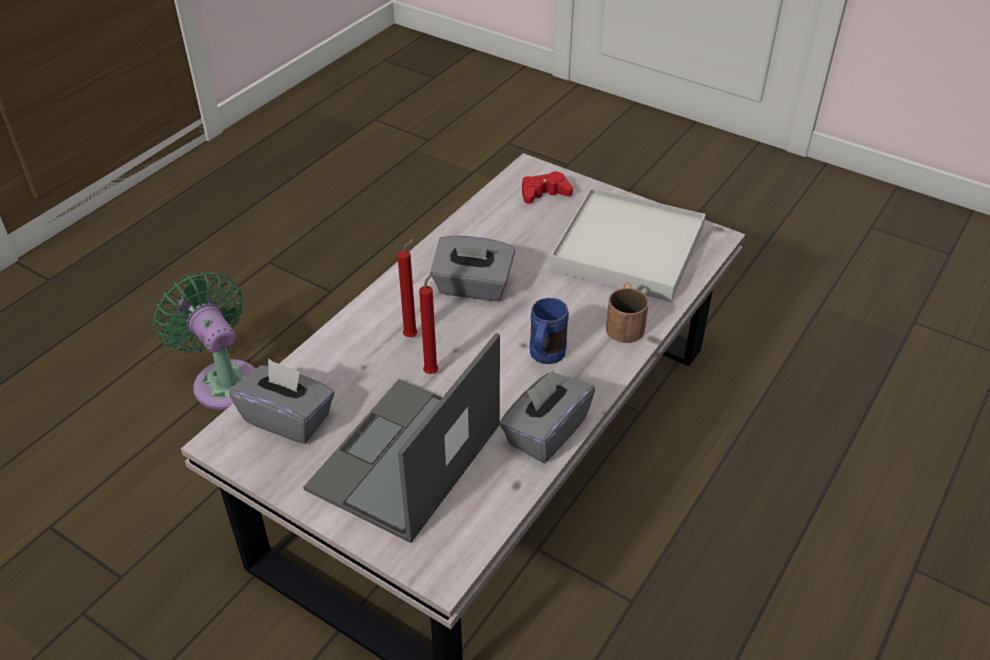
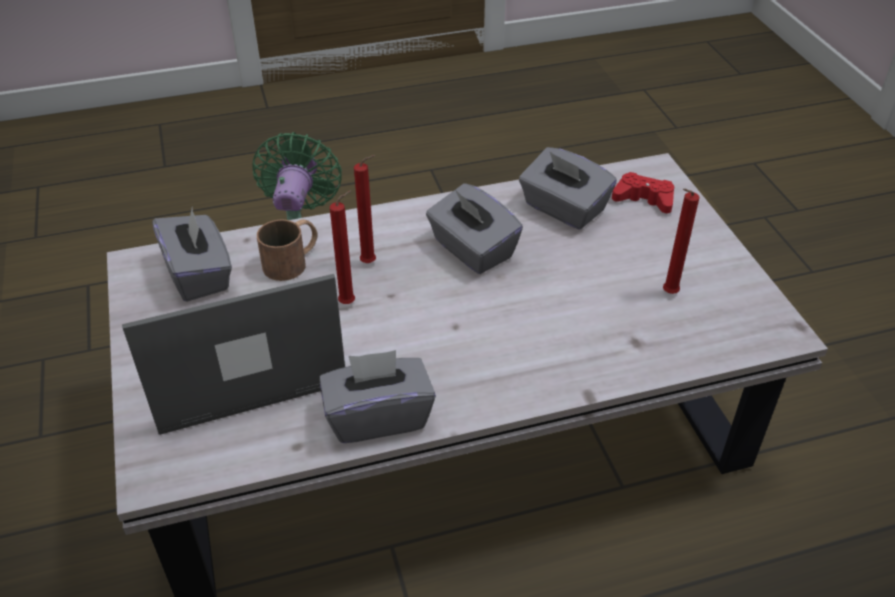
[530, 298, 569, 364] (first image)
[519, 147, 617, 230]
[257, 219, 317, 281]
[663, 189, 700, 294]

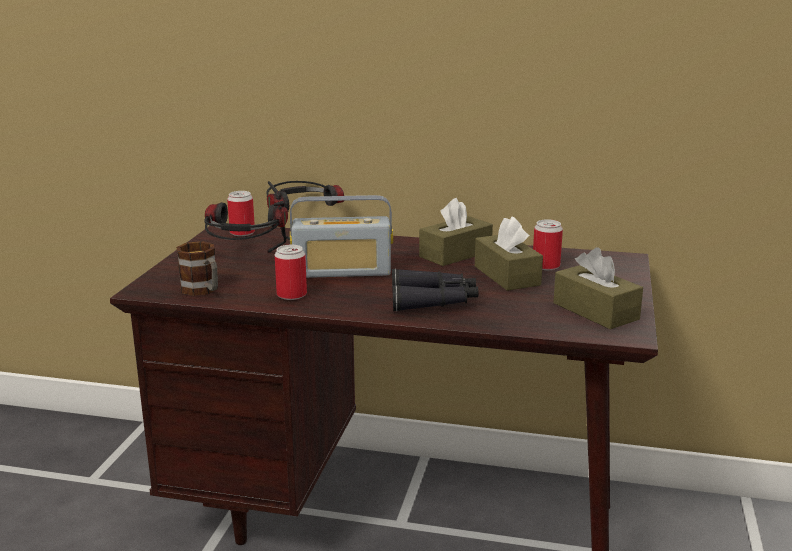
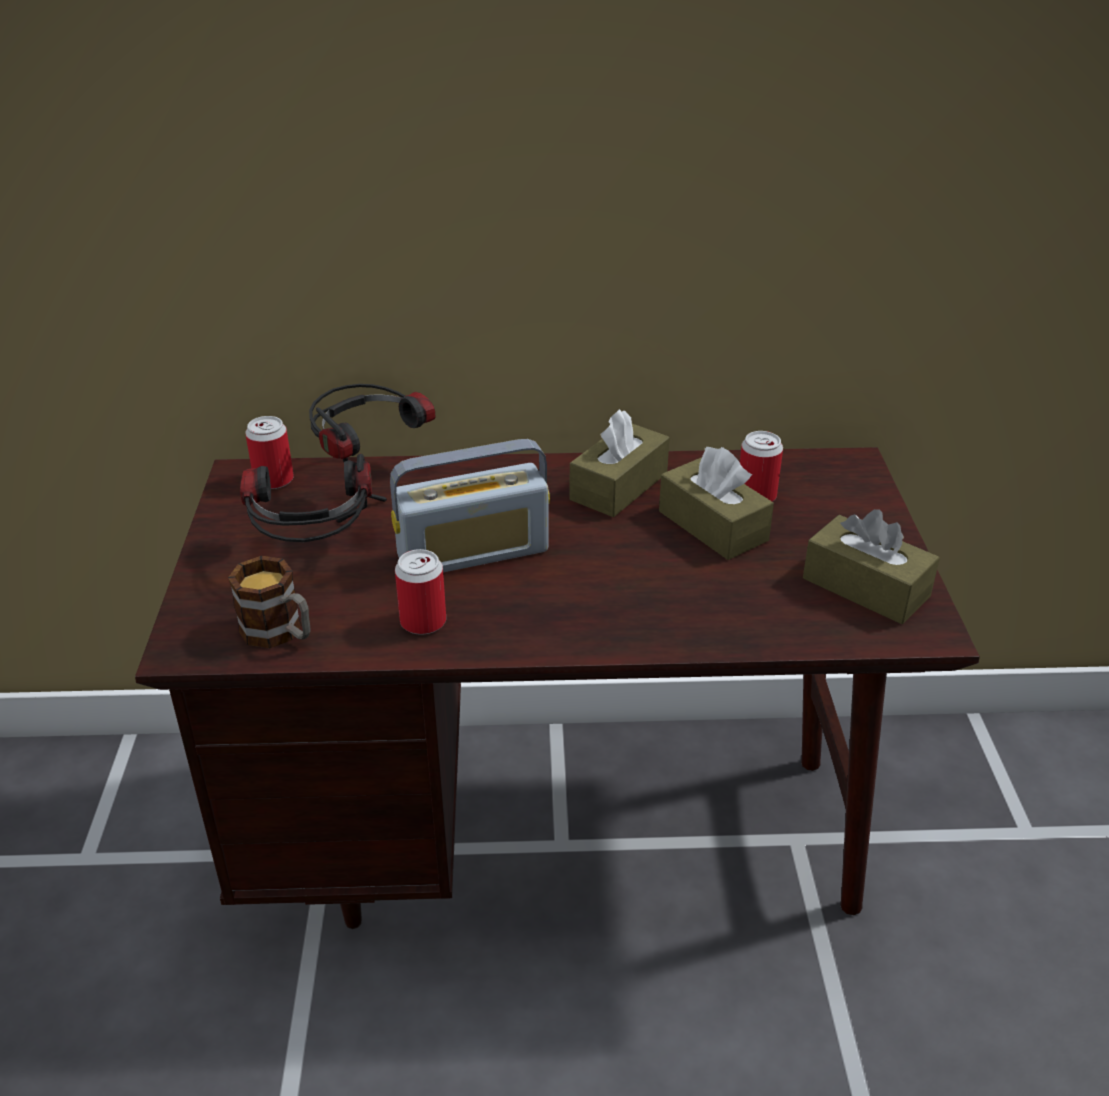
[392, 269, 478, 312] (first image)

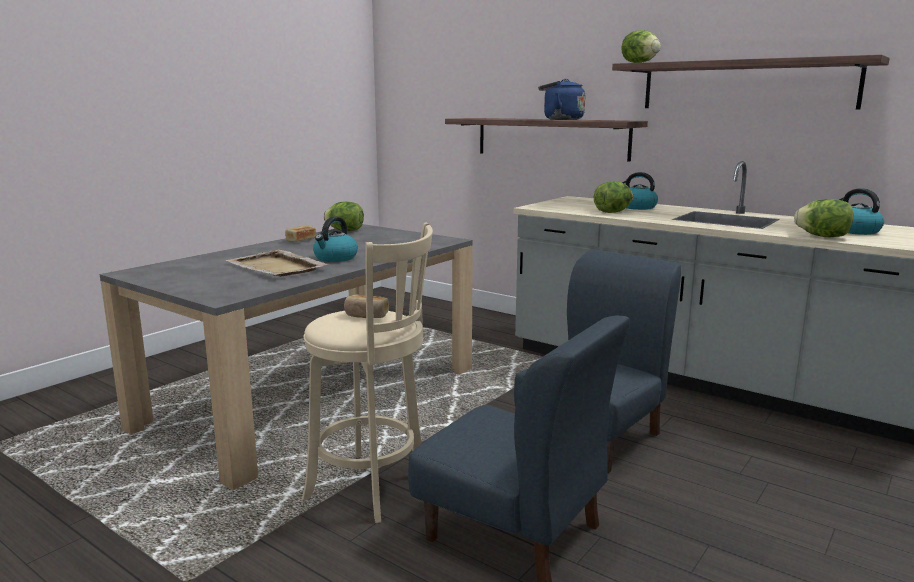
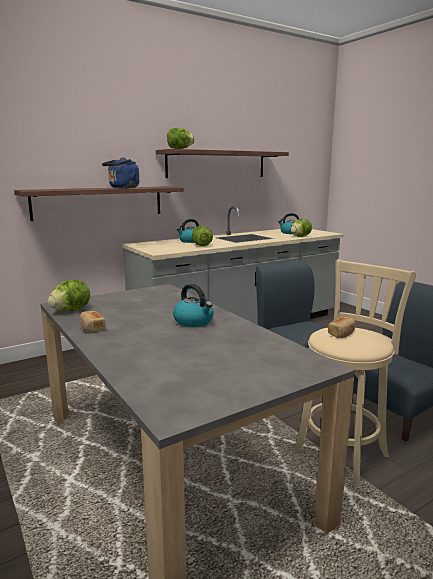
[225, 249, 329, 277] (first image)

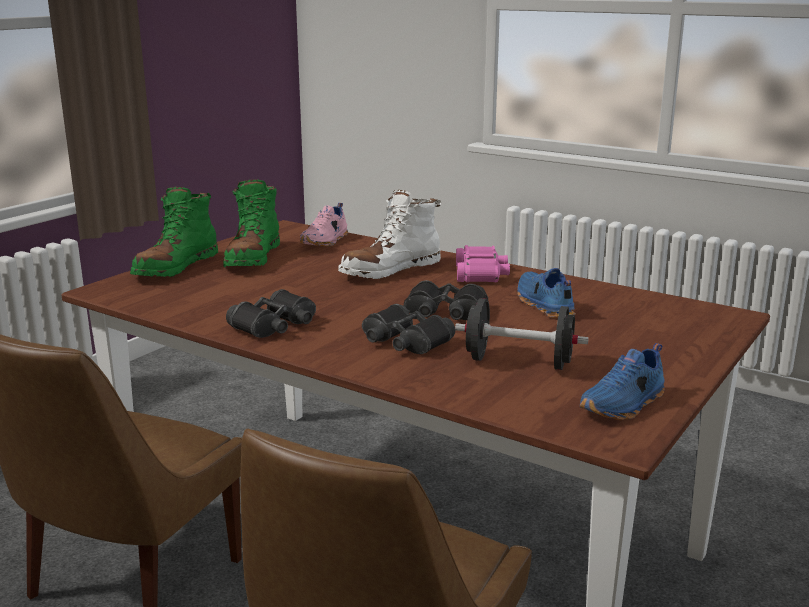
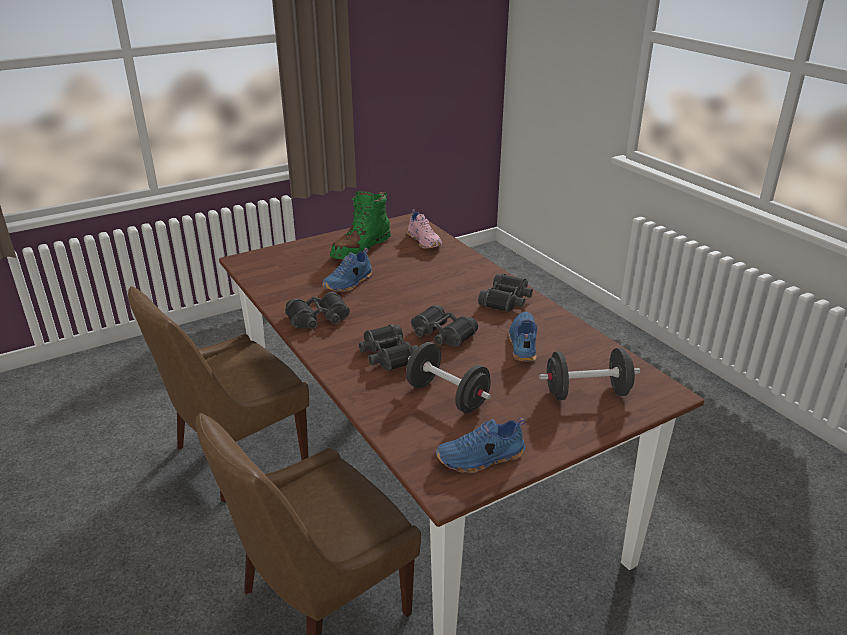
[130, 187, 218, 277] (first image)
[338, 190, 441, 279] (first image)
[322, 248, 372, 292]
[539, 348, 640, 400]
[478, 274, 533, 312]
[407, 209, 442, 249]

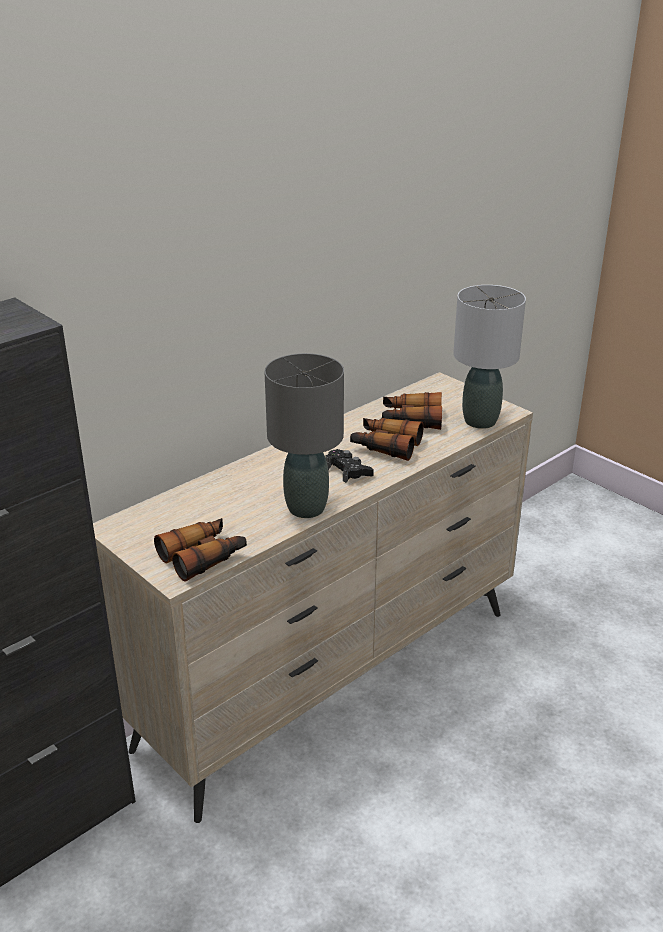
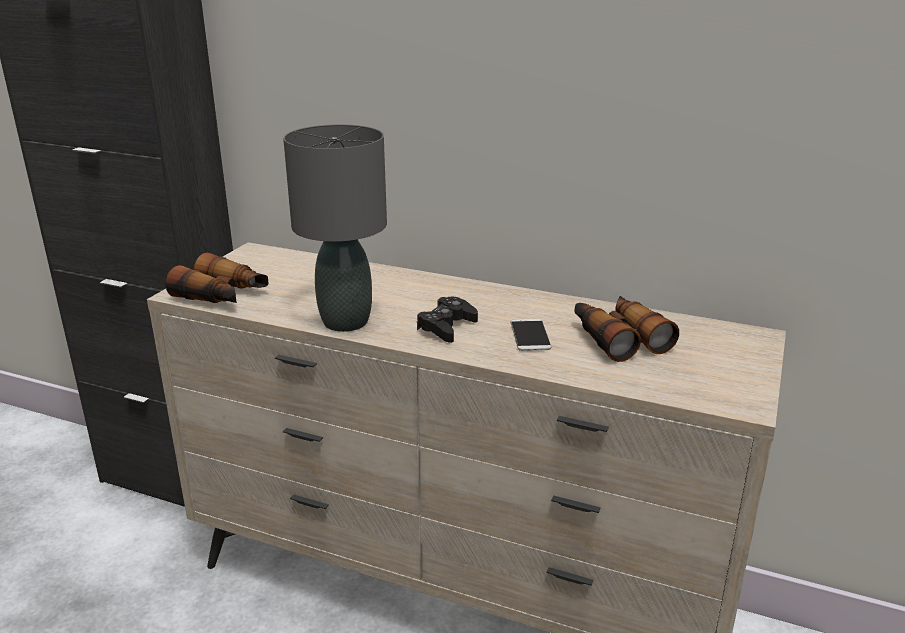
[453, 285, 526, 429] (first image)
[511, 319, 551, 351]

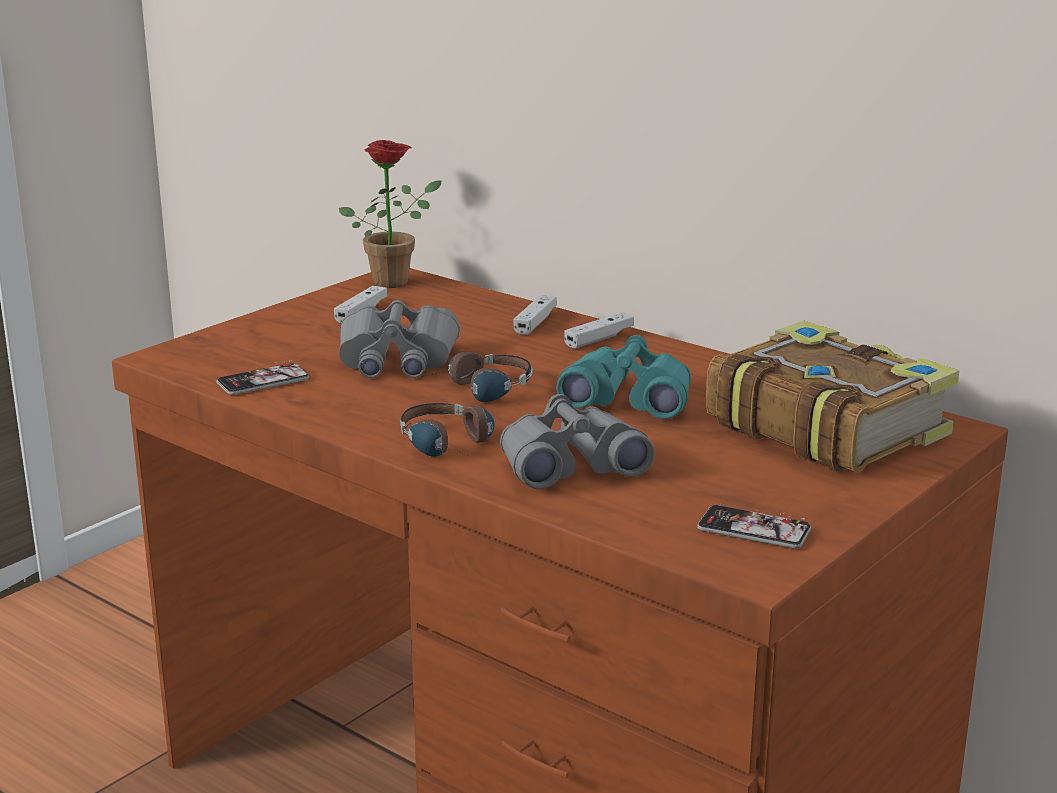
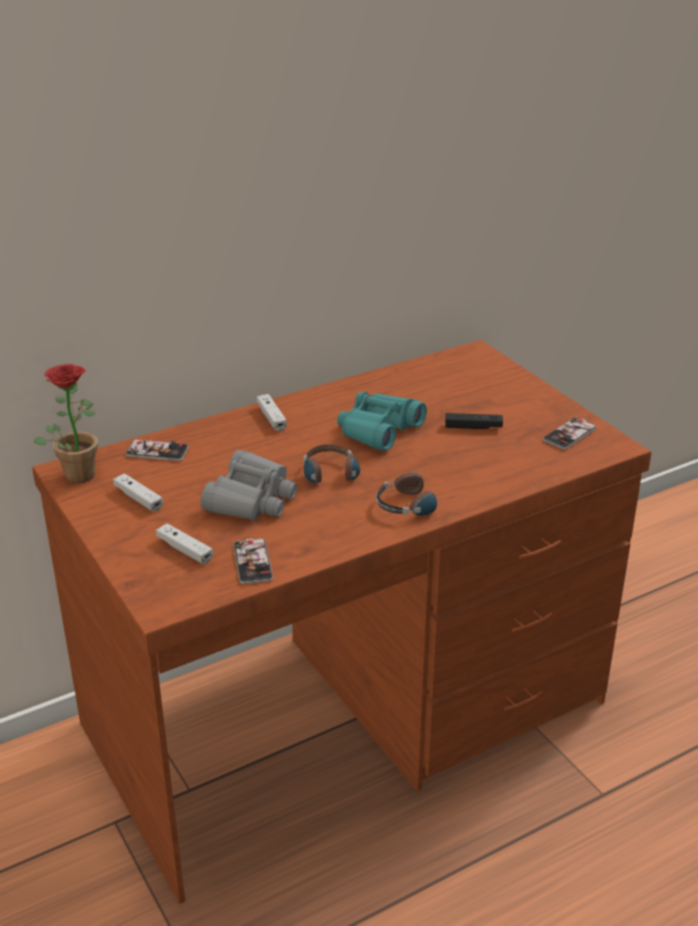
[500, 394, 655, 489] (first image)
[706, 321, 960, 473] (first image)
[125, 438, 189, 461]
[445, 413, 503, 429]
[156, 523, 213, 564]

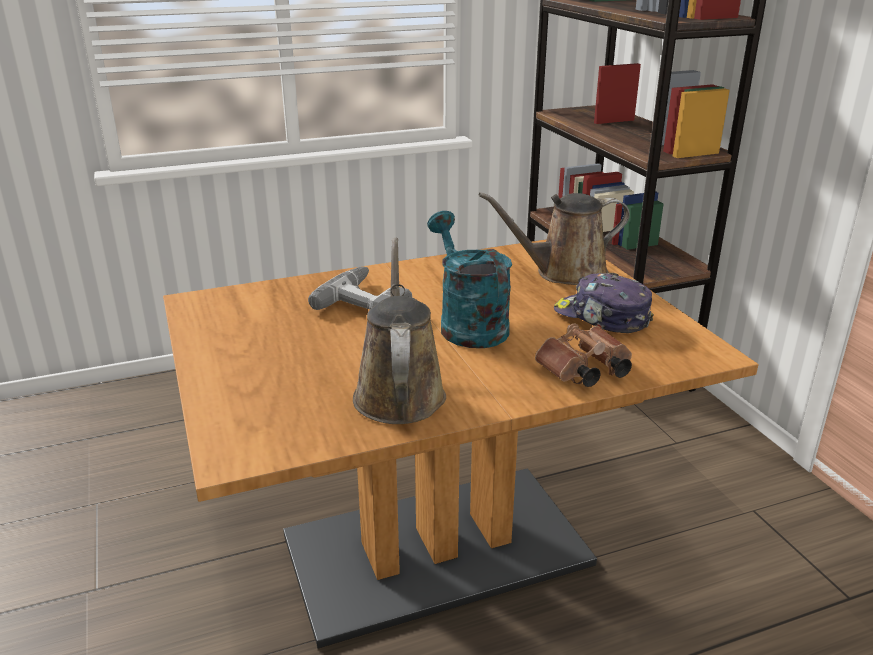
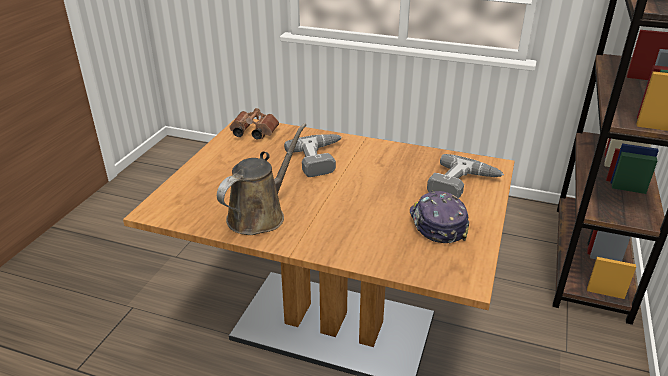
[427, 211, 512, 348] (first image)
[229, 108, 279, 139]
[427, 154, 504, 198]

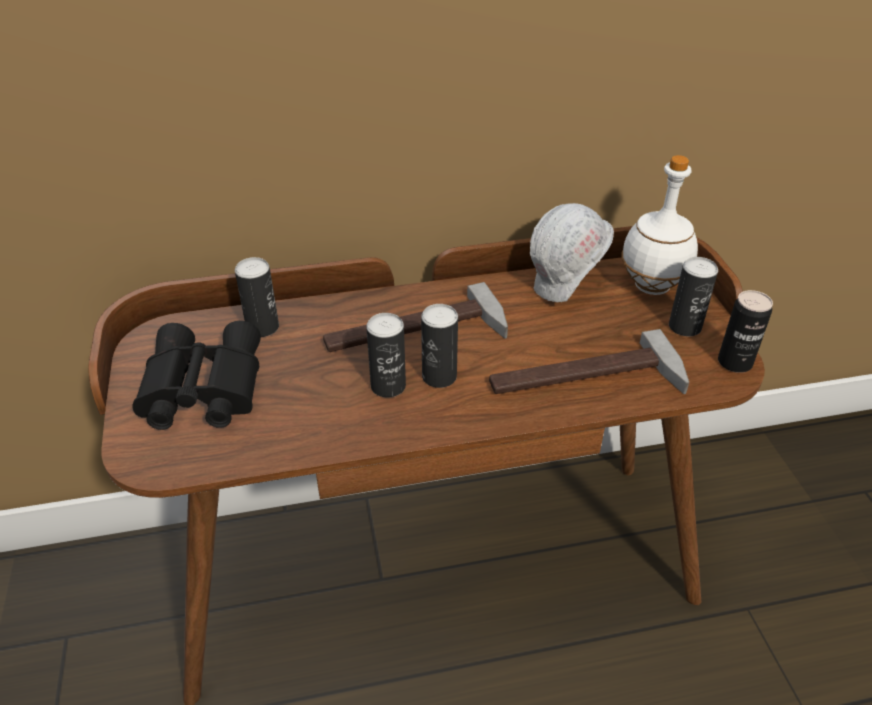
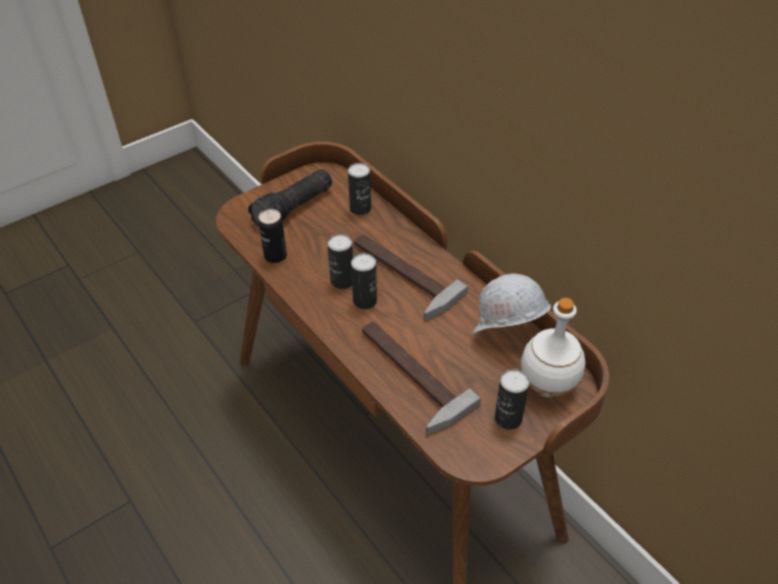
[258, 209, 287, 263]
[248, 169, 332, 226]

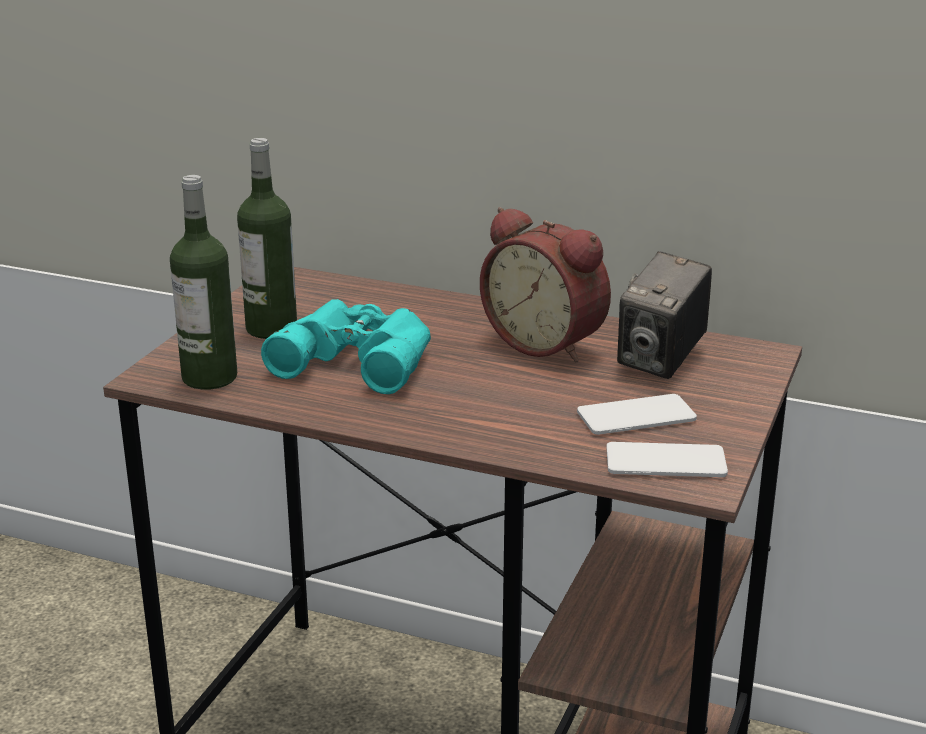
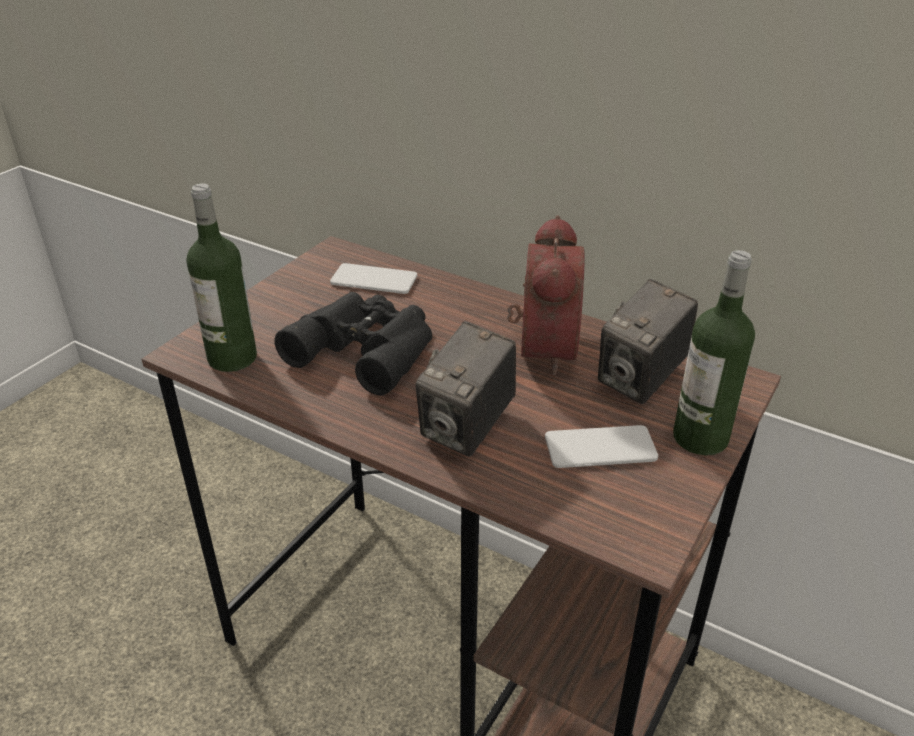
[416, 321, 516, 457]
[673, 250, 755, 455]
[330, 263, 417, 294]
[274, 292, 432, 396]
[507, 215, 585, 375]

